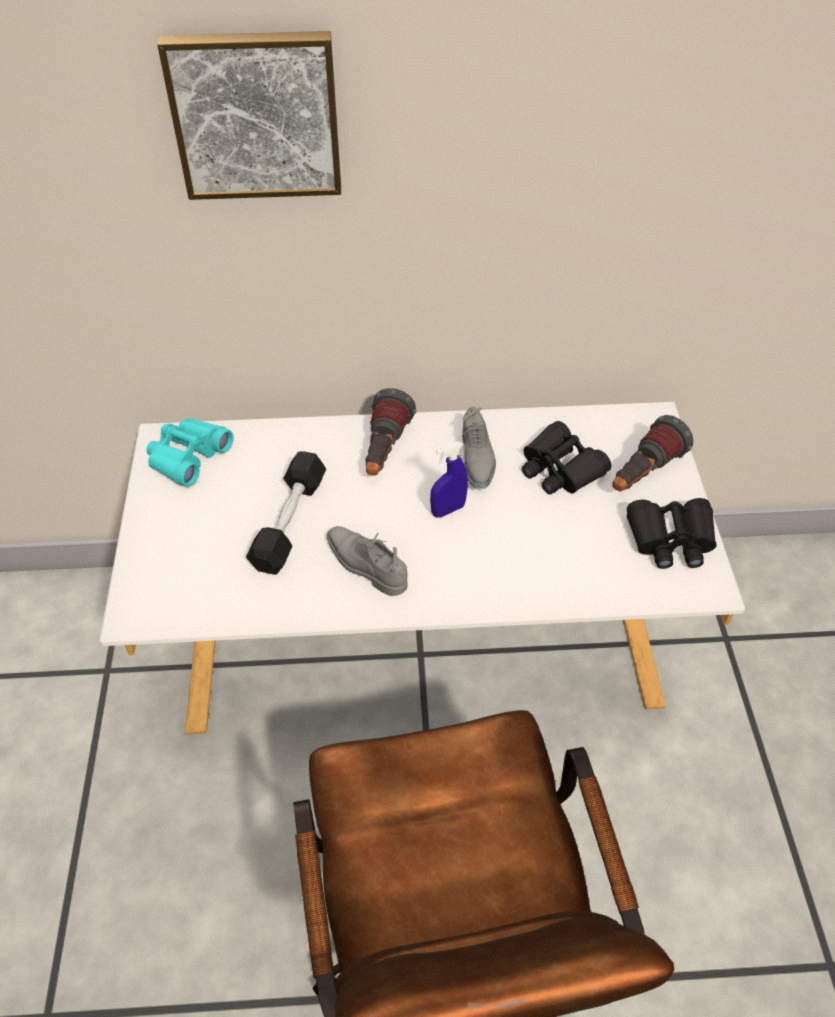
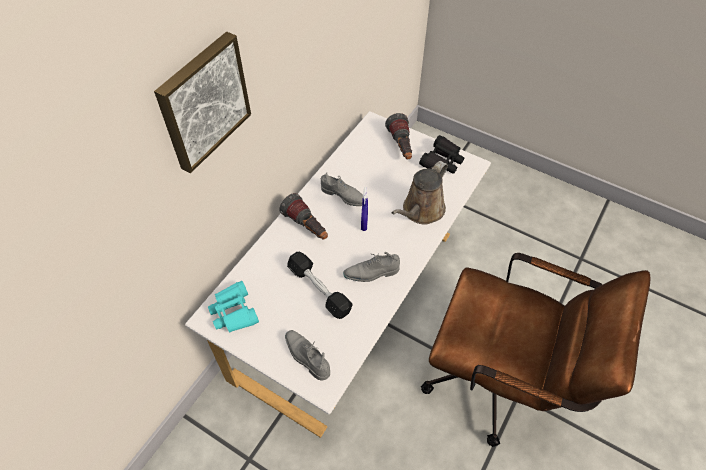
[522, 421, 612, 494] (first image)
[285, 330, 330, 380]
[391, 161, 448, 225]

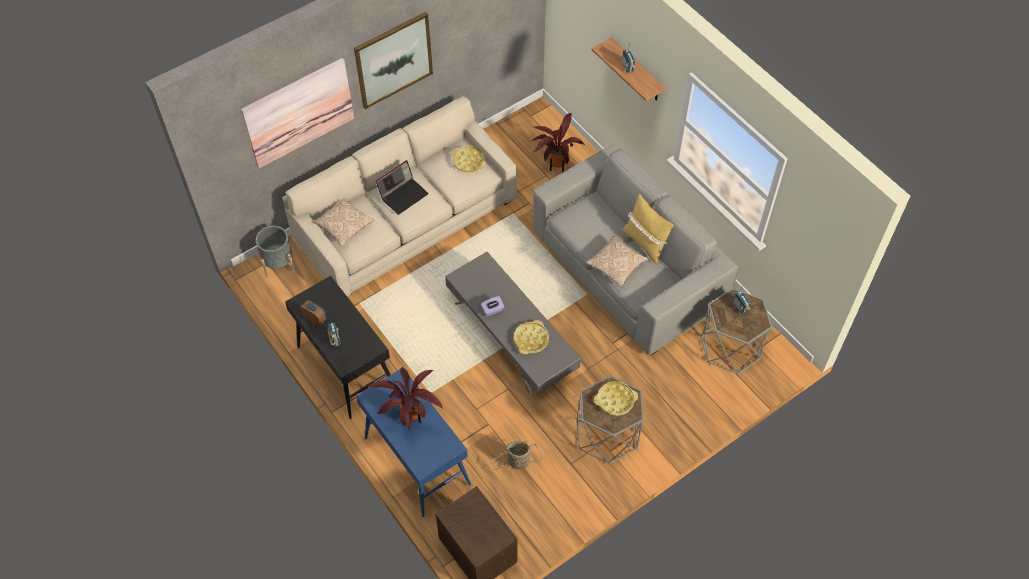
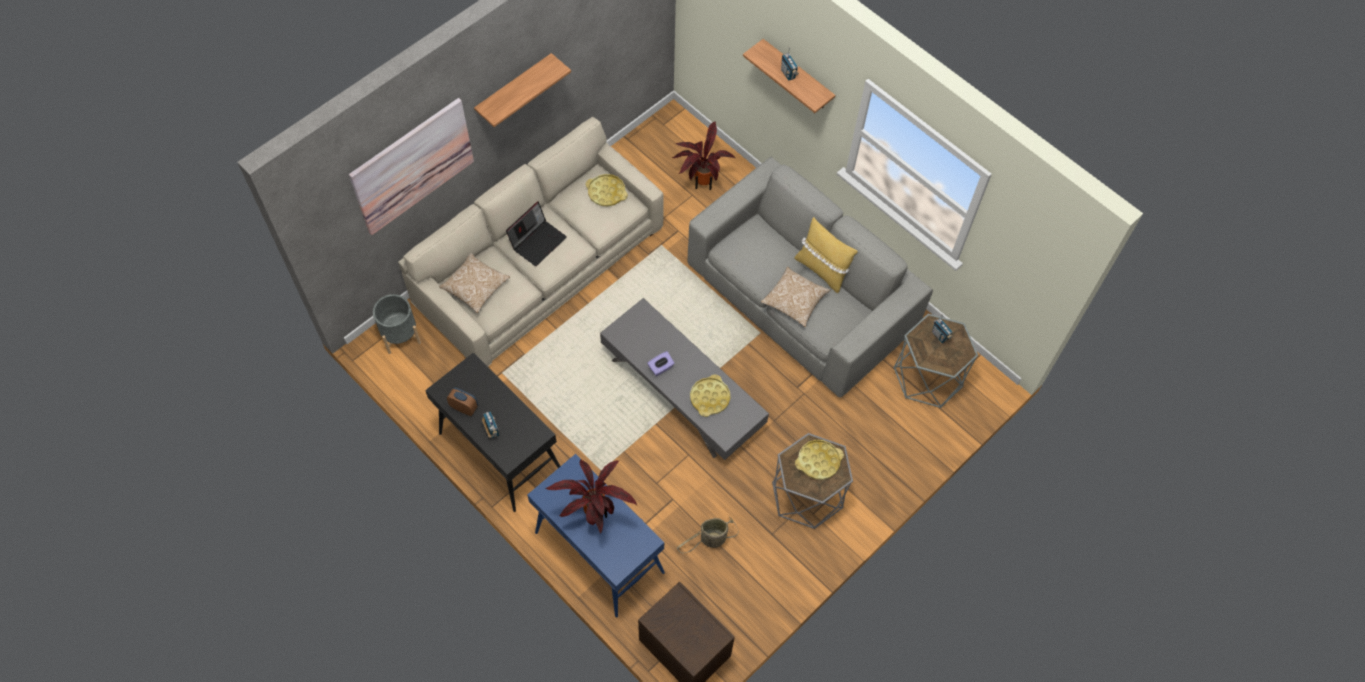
[474, 53, 571, 127]

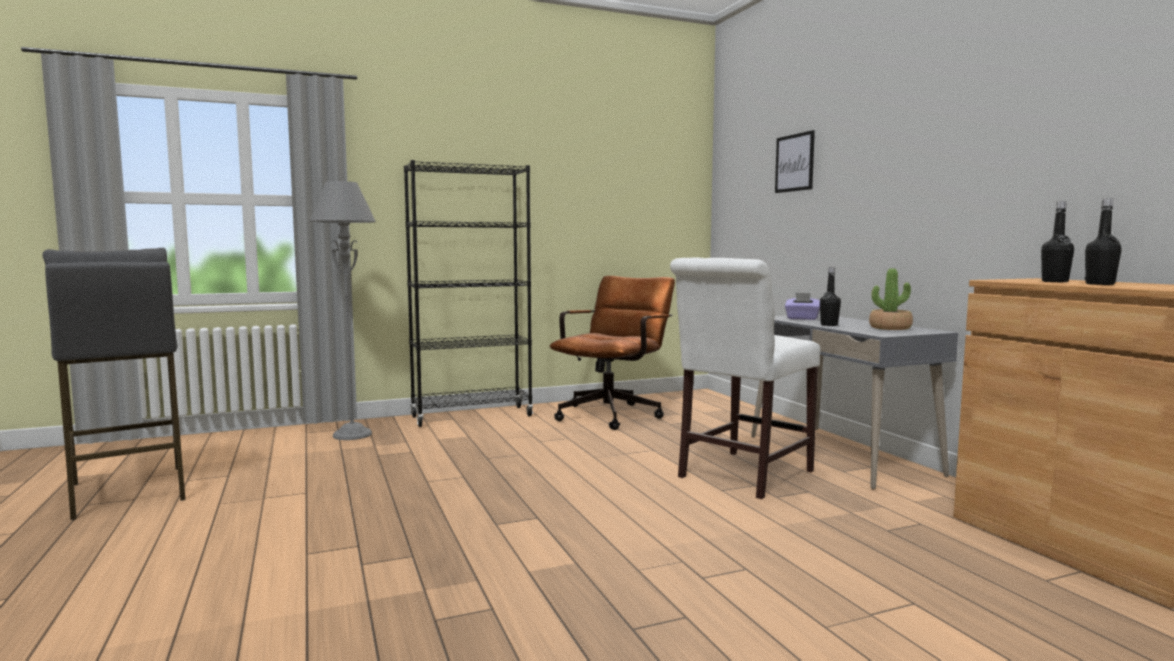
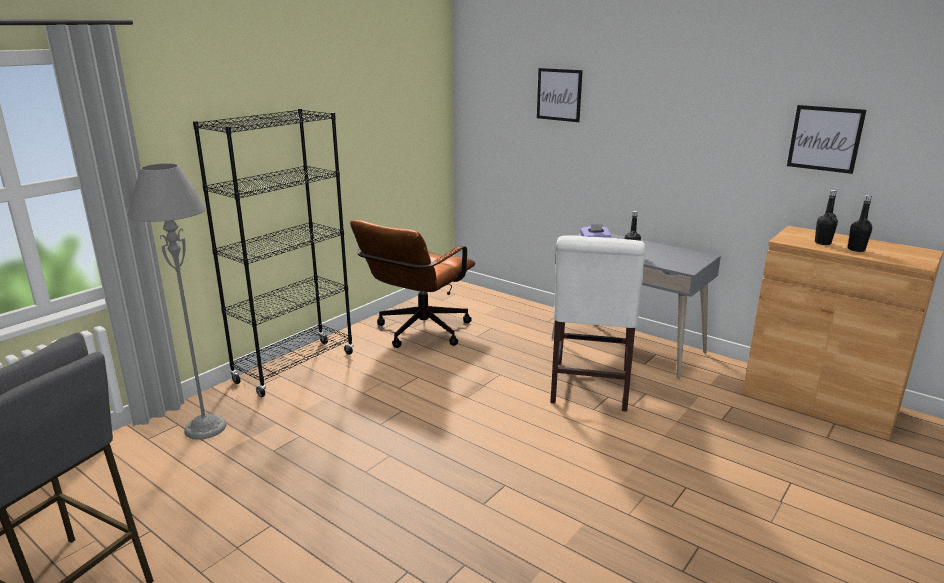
[869, 268, 913, 330] (first image)
[787, 105, 866, 174]
[350, 220, 475, 348]

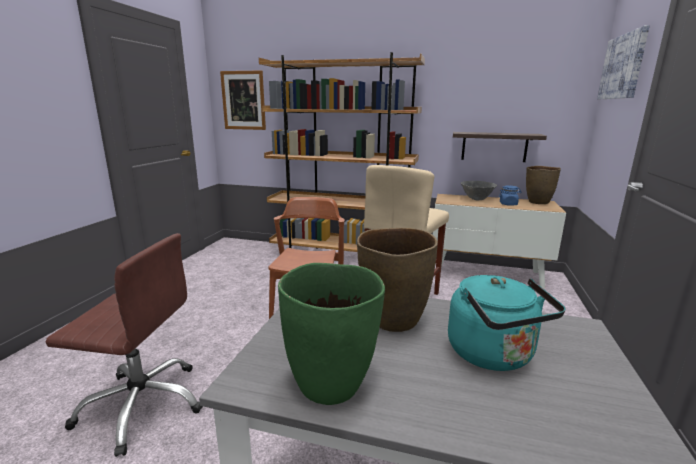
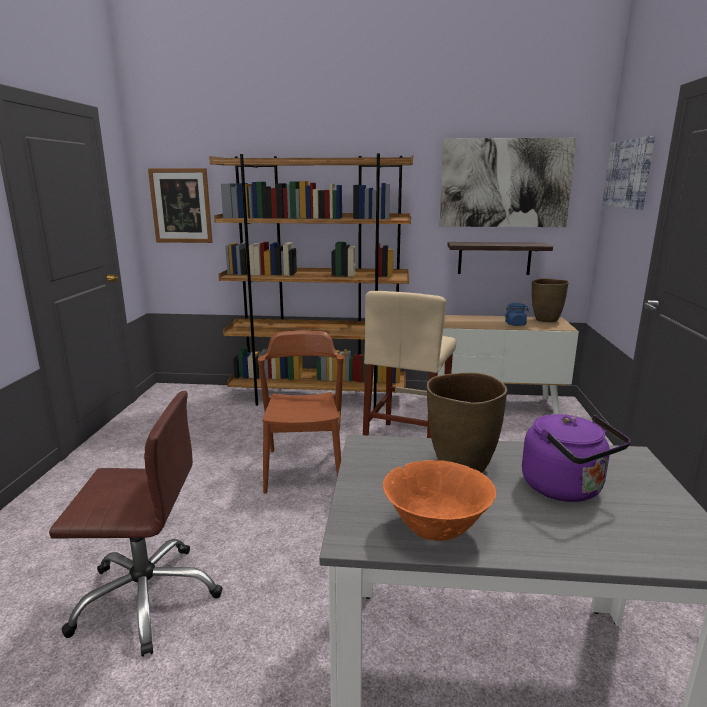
[461, 181, 497, 200] (first image)
[440, 138, 577, 227]
[383, 460, 496, 541]
[522, 414, 631, 502]

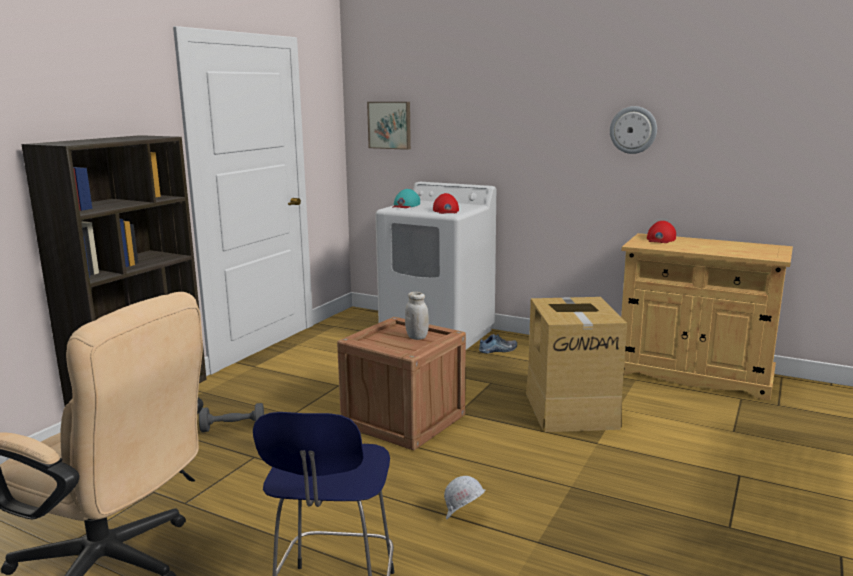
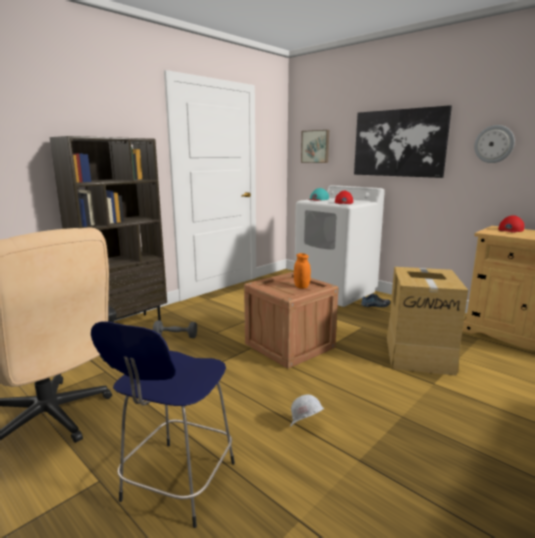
[354, 105, 452, 178]
[294, 253, 311, 289]

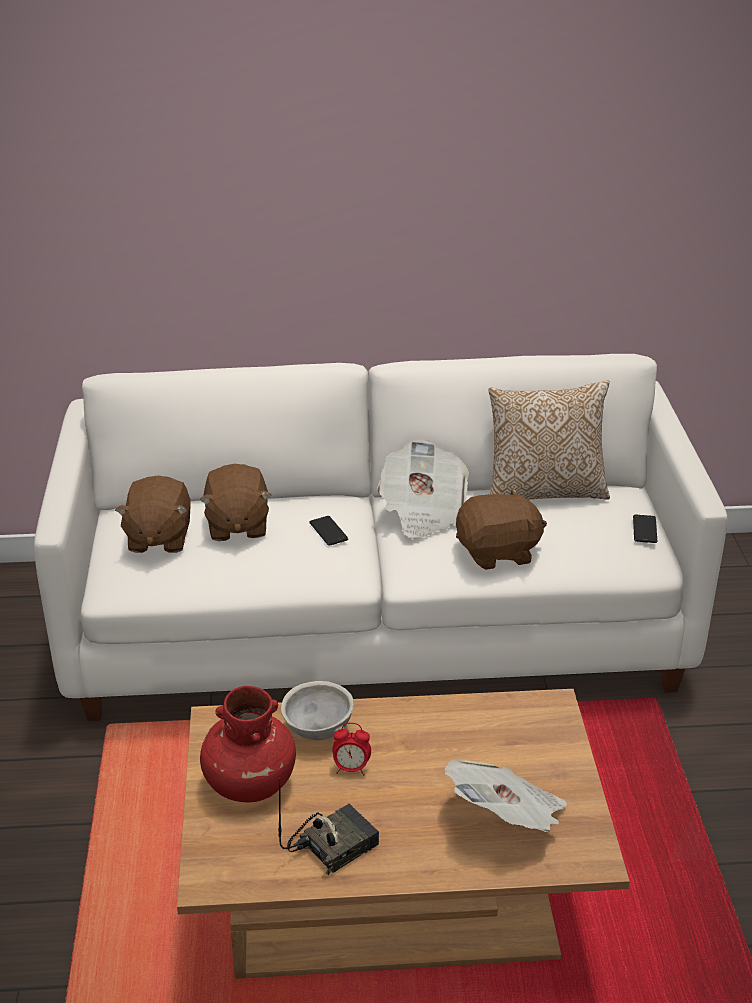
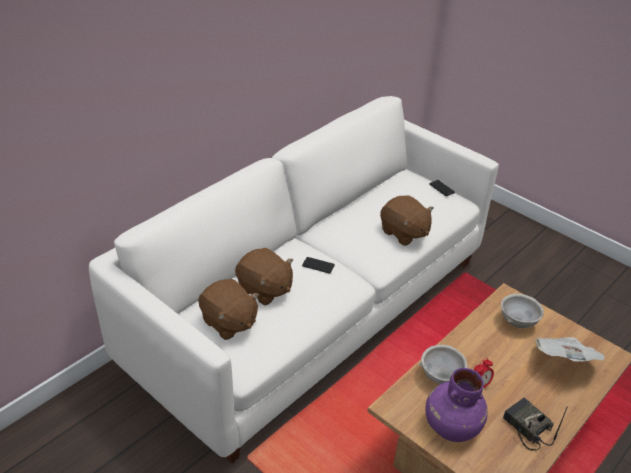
[377, 439, 469, 539] (first image)
[488, 380, 610, 500] (first image)
[501, 294, 544, 328]
[426, 368, 488, 442]
[503, 398, 568, 451]
[380, 195, 434, 246]

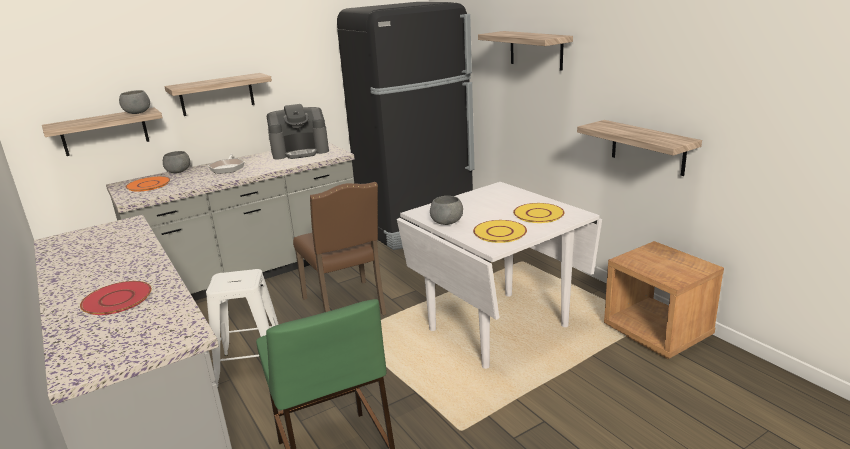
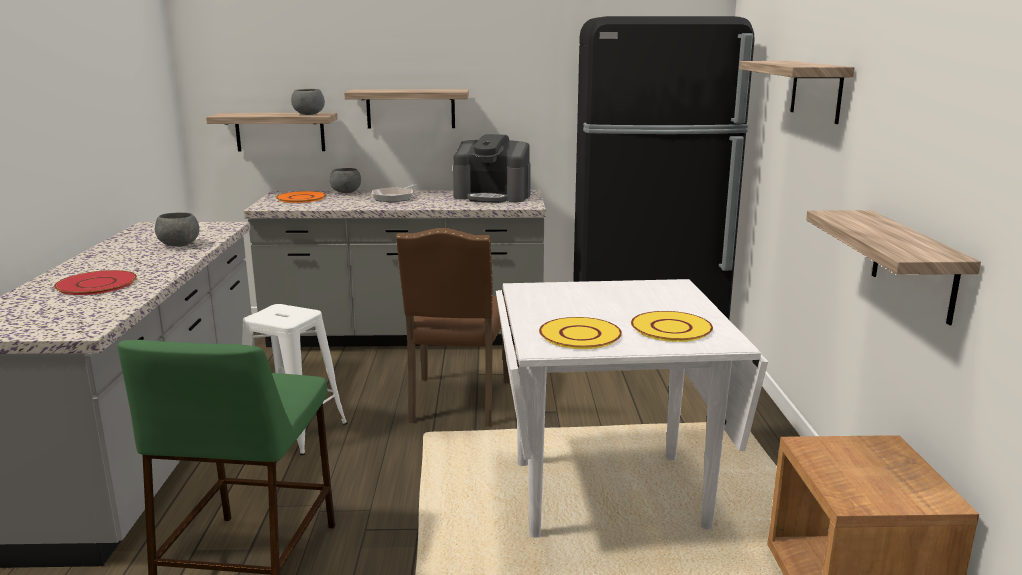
[155, 213, 199, 247]

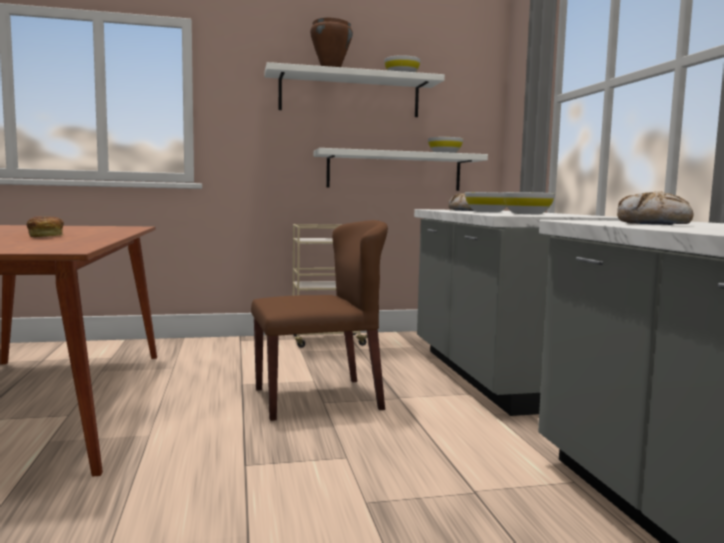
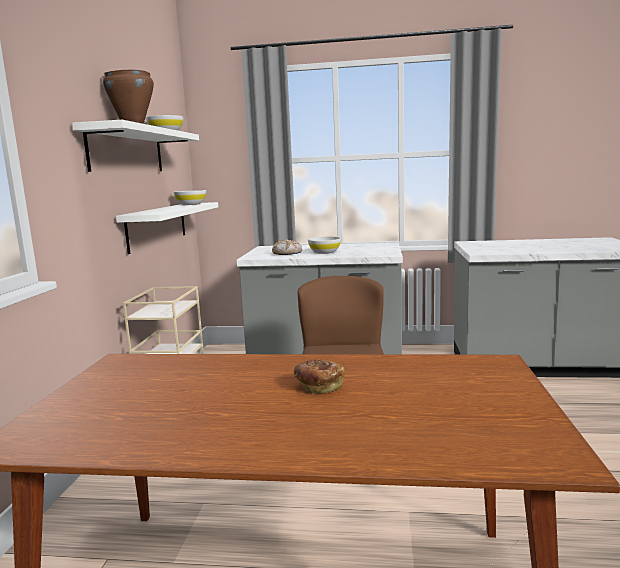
[503, 192, 555, 214] (first image)
[617, 191, 693, 225] (first image)

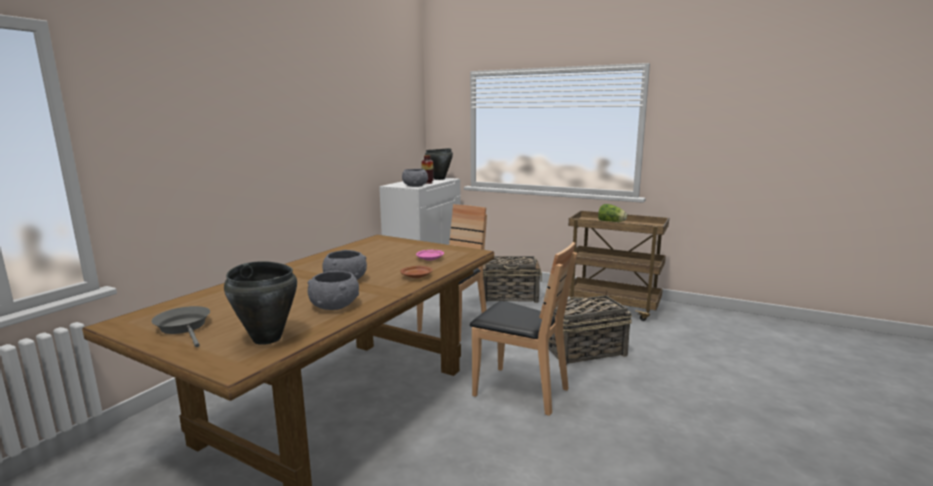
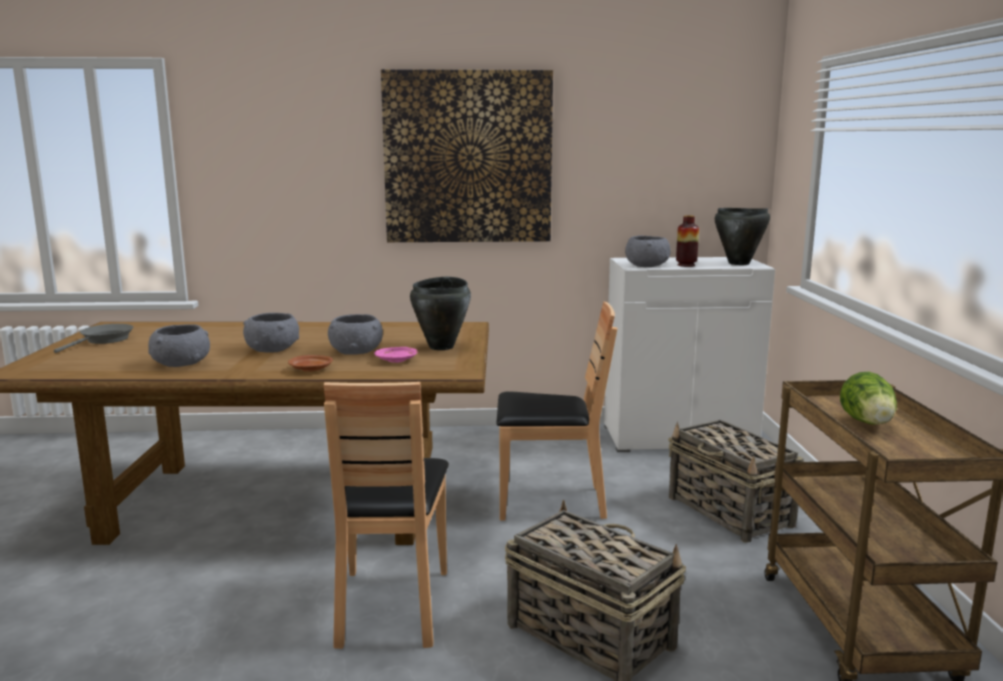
[328, 314, 383, 355]
[381, 69, 553, 242]
[410, 277, 471, 350]

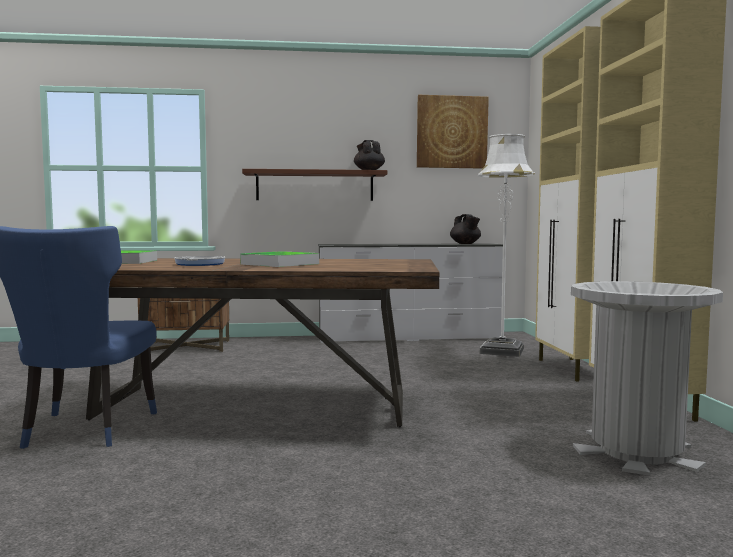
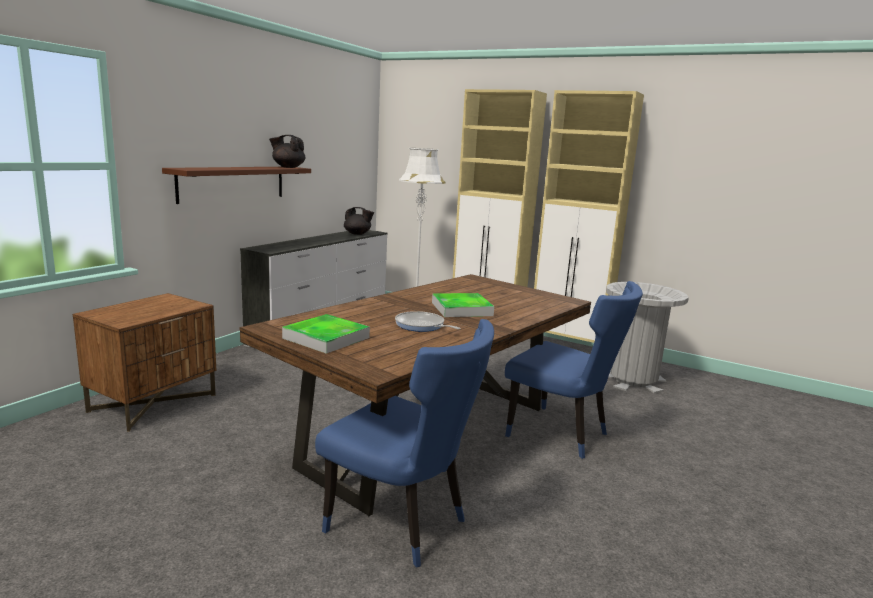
[417, 95, 489, 169] (first image)
[505, 281, 643, 459]

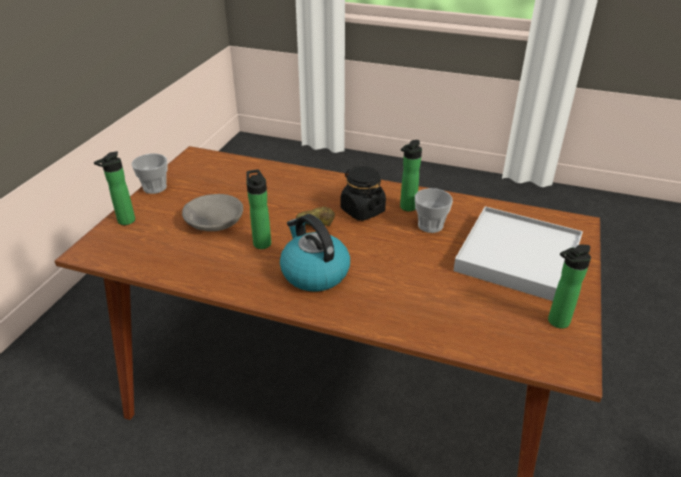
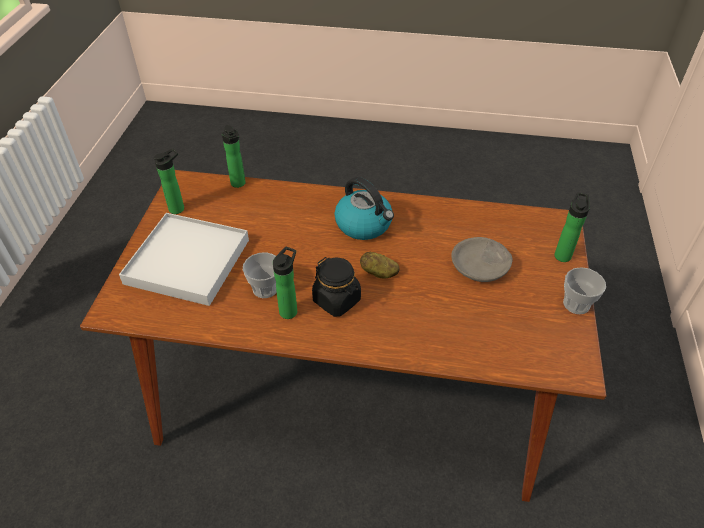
[222, 125, 246, 188]

